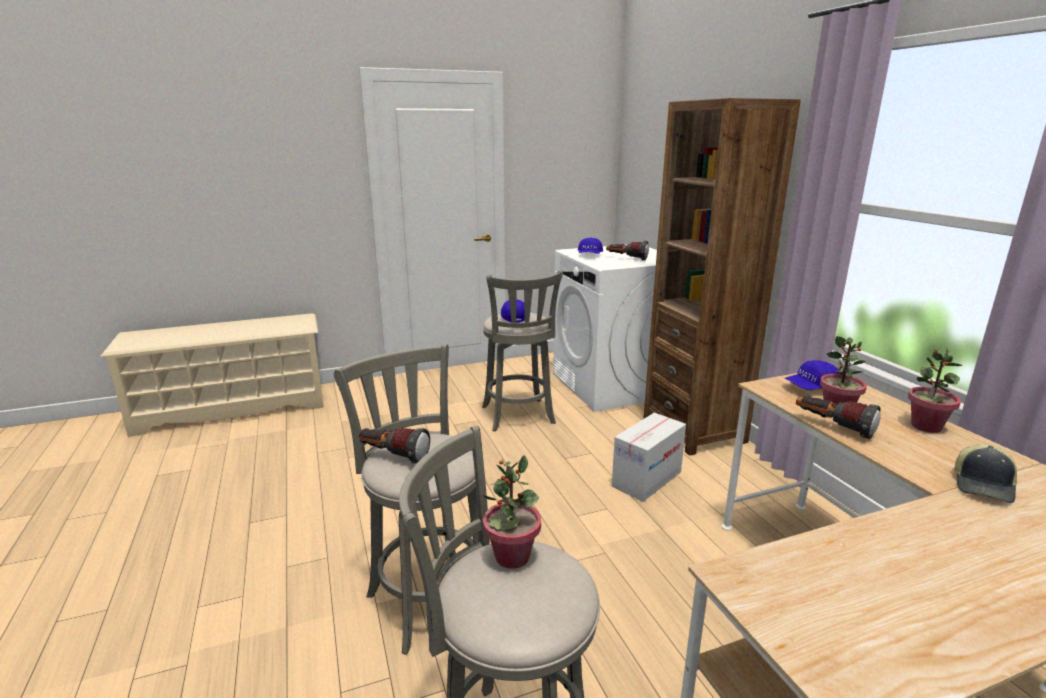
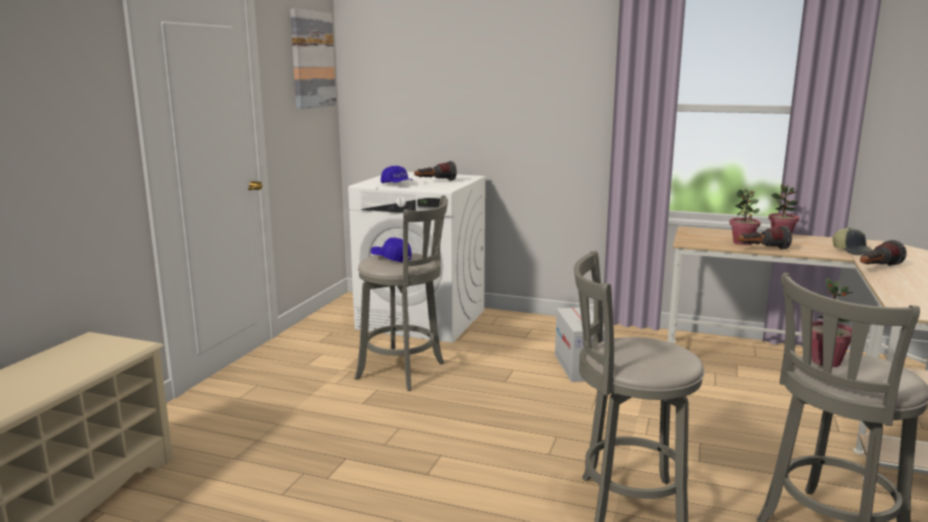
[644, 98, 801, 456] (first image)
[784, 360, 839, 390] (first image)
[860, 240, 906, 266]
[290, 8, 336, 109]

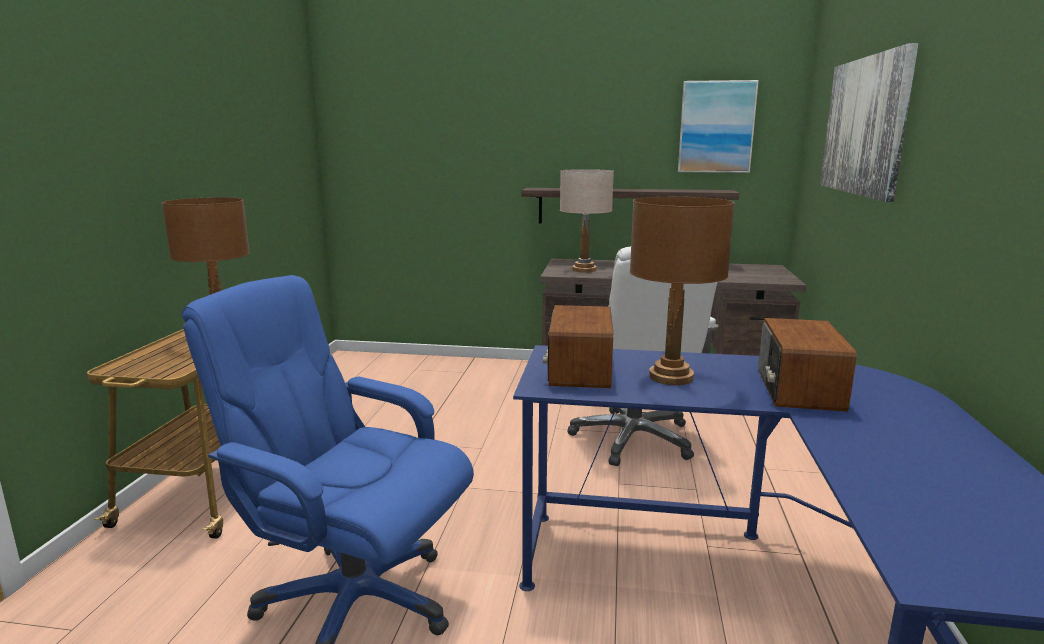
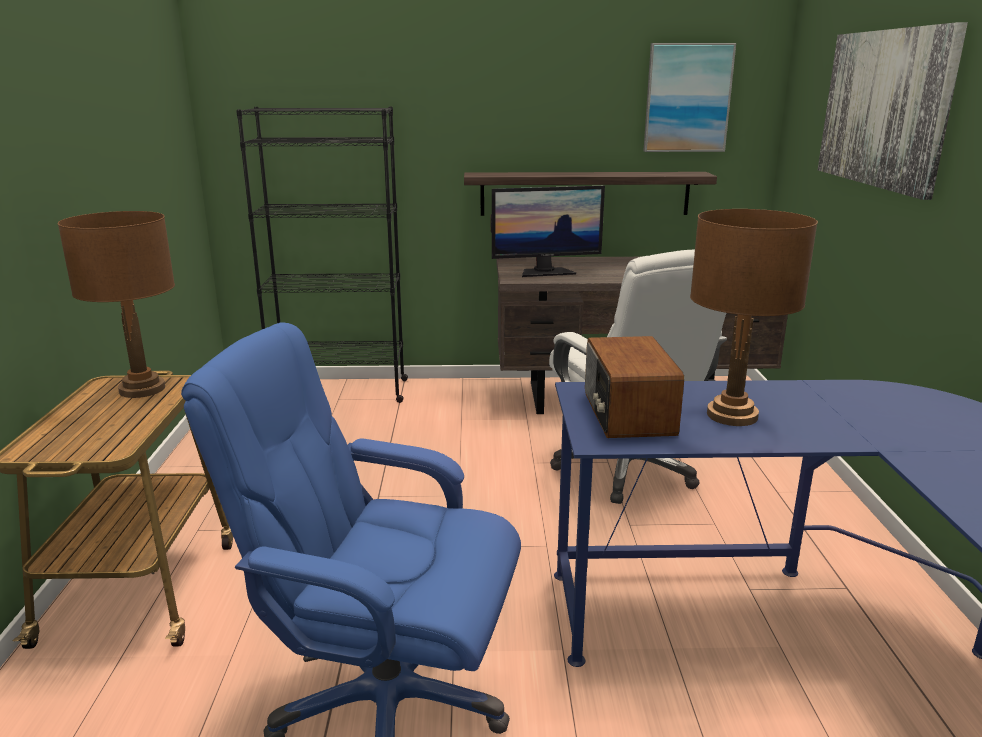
[491, 186, 605, 277]
[758, 318, 857, 412] (first image)
[236, 106, 408, 403]

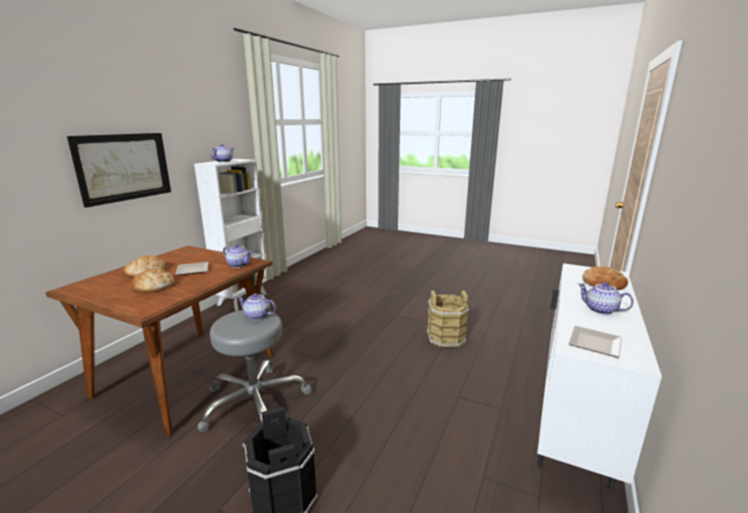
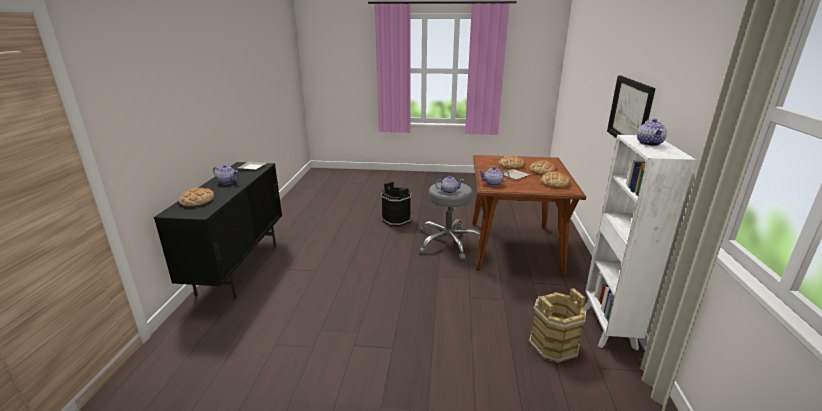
[154, 162, 282, 299]
[529, 288, 586, 363]
[540, 171, 571, 188]

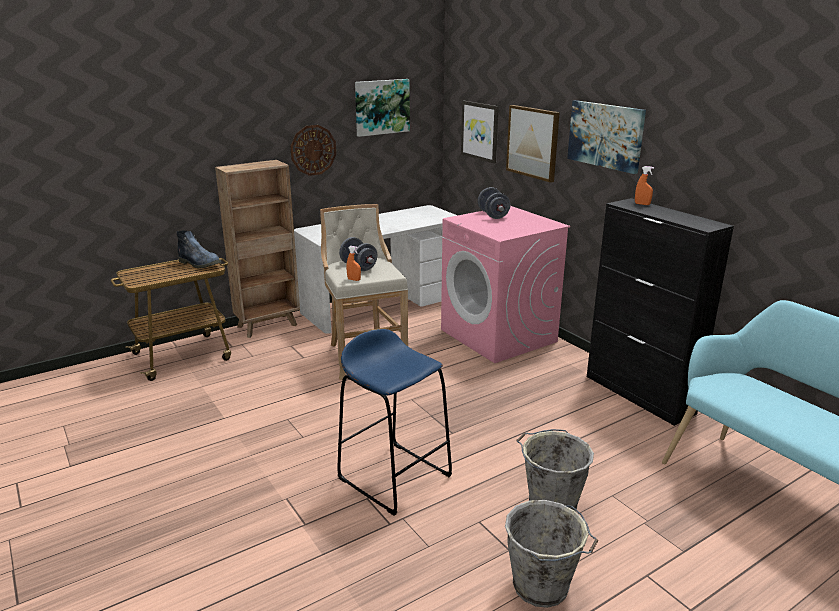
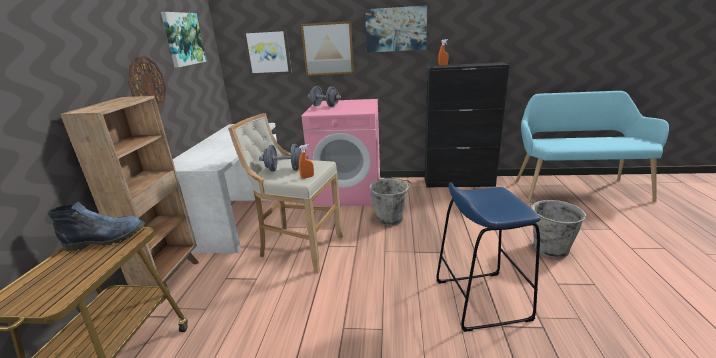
[369, 178, 412, 226]

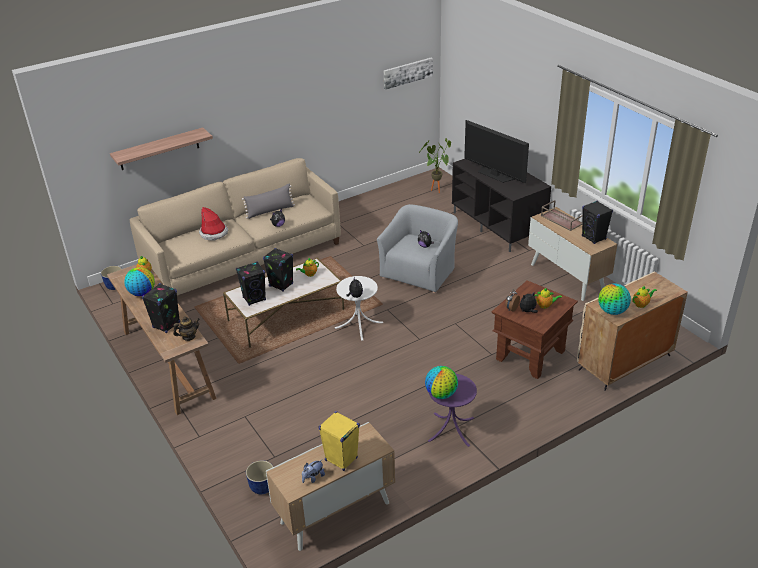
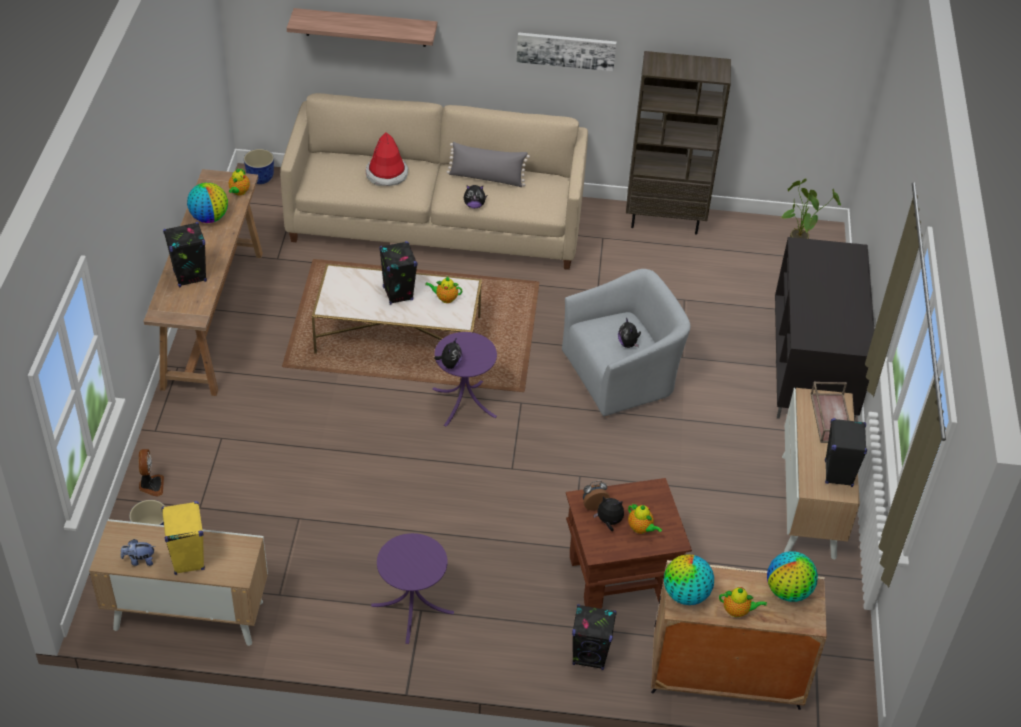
[516, 32, 616, 71]
[464, 120, 529, 183] (first image)
[572, 604, 617, 670]
[432, 332, 497, 427]
[173, 316, 200, 341] (first image)
[767, 551, 818, 602]
[626, 51, 731, 234]
[139, 449, 164, 497]

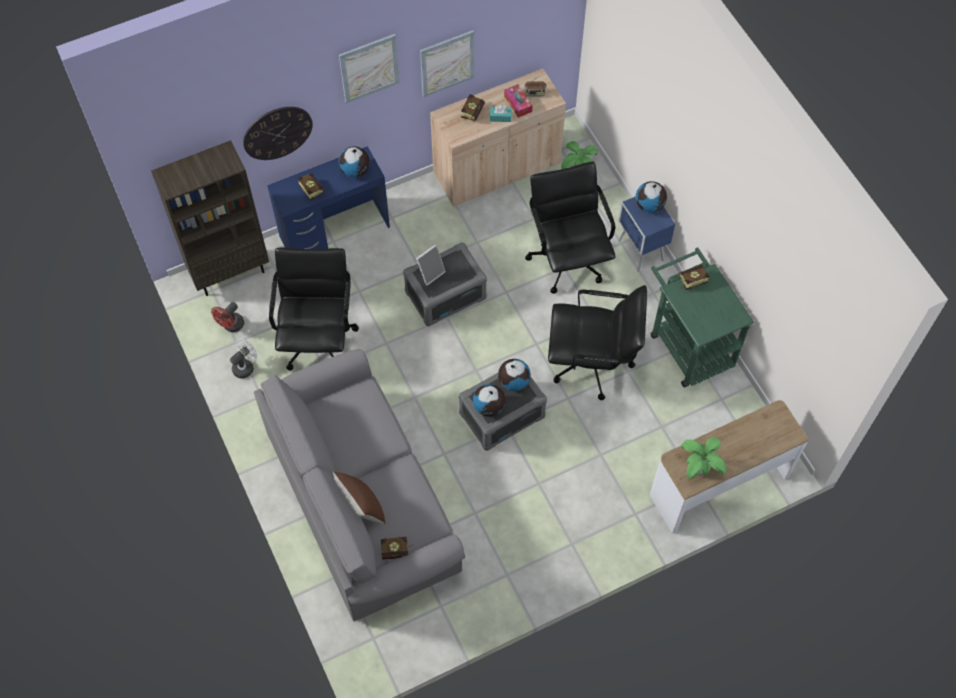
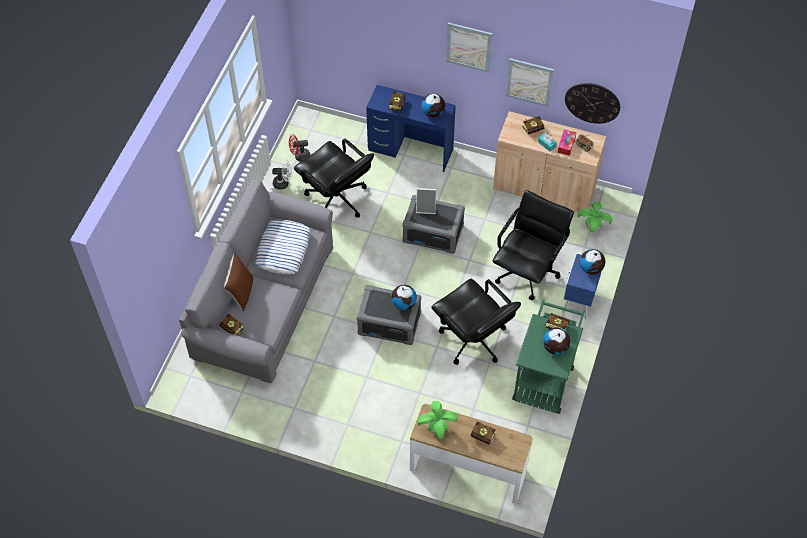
[565, 83, 620, 124]
[151, 140, 269, 296] (first image)
[294, 139, 374, 218]
[543, 328, 570, 355]
[255, 220, 311, 274]
[471, 421, 499, 444]

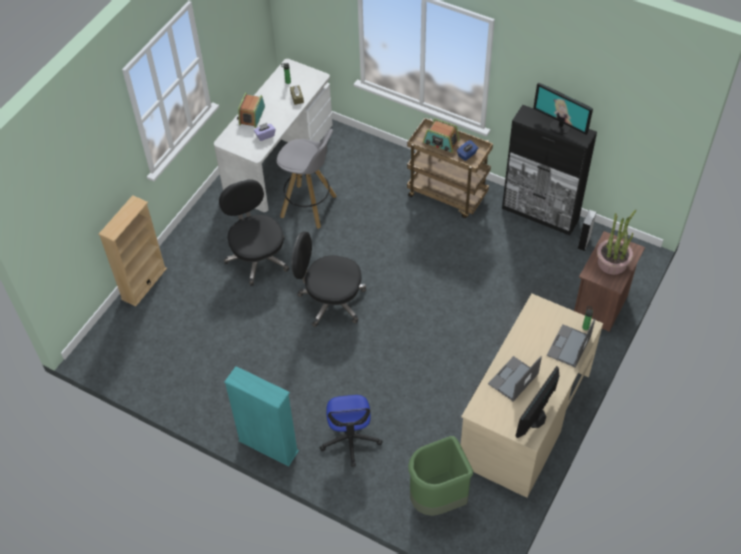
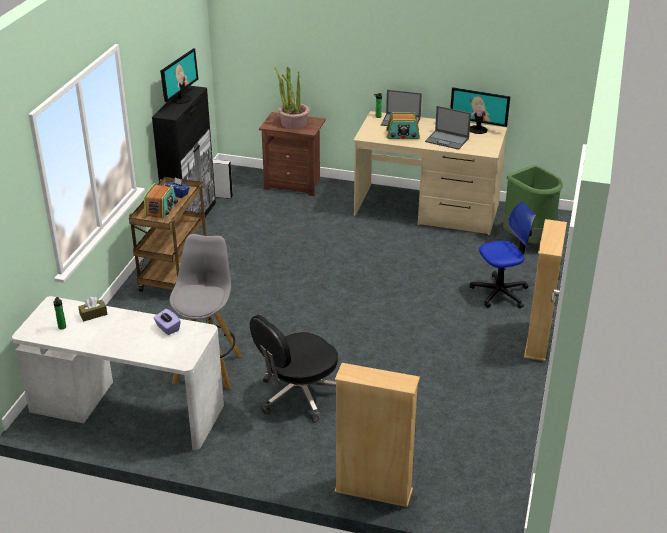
[386, 112, 420, 139]
[291, 231, 366, 327] (first image)
[524, 219, 567, 361]

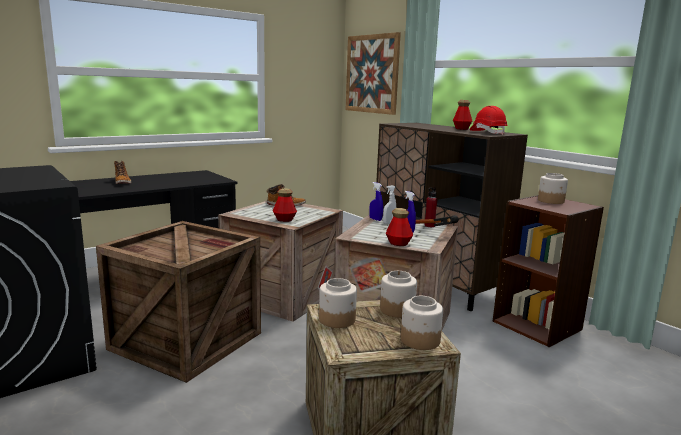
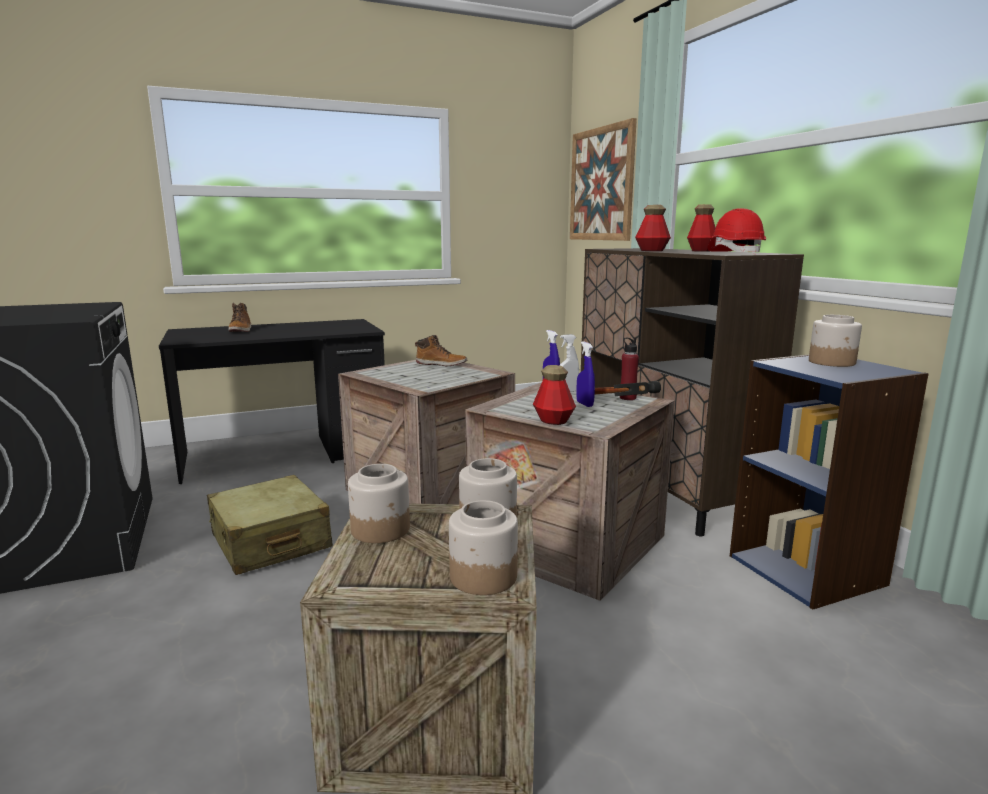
[635, 205, 671, 251]
[730, 355, 929, 609]
[207, 475, 333, 575]

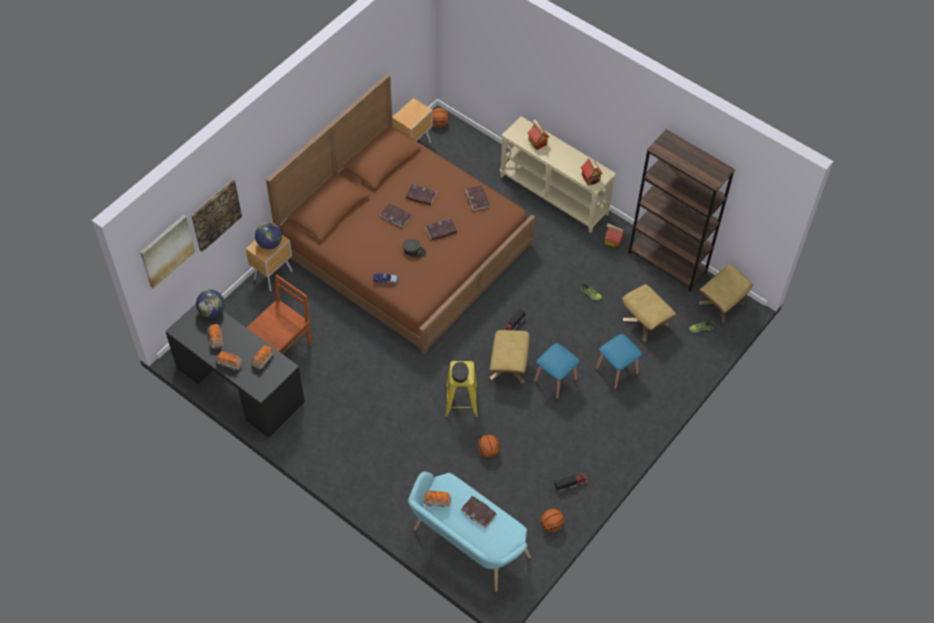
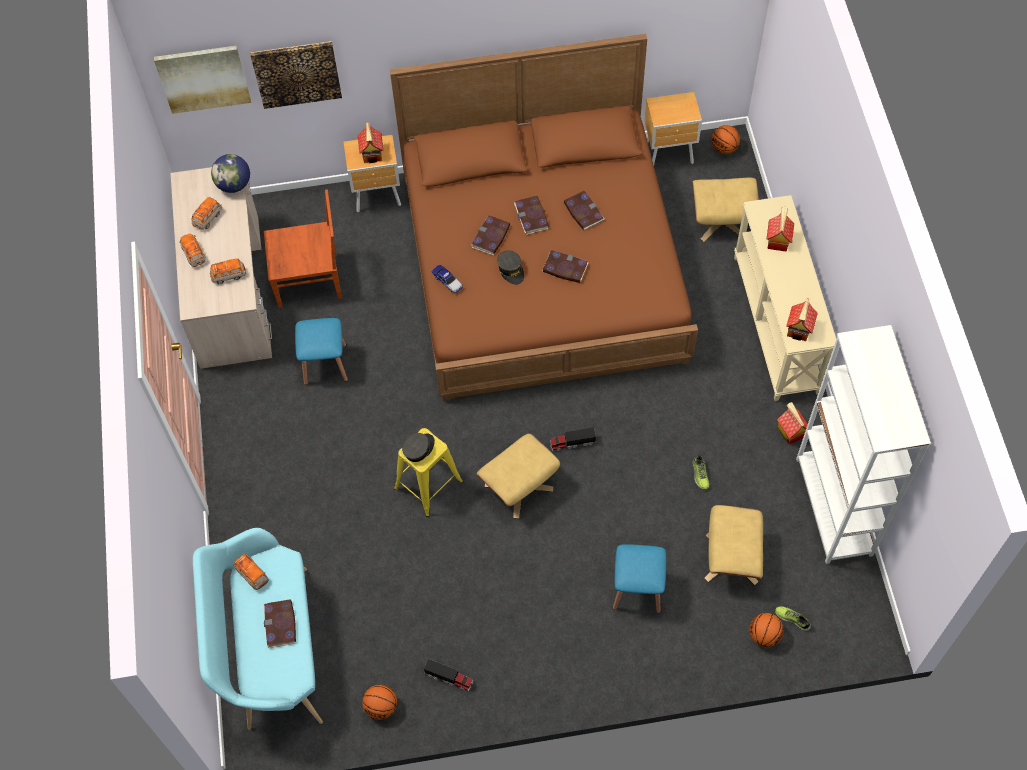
[796, 325, 931, 564]
[471, 215, 510, 255]
[358, 121, 383, 163]
[692, 177, 759, 242]
[170, 167, 272, 369]
[295, 318, 348, 385]
[749, 613, 784, 647]

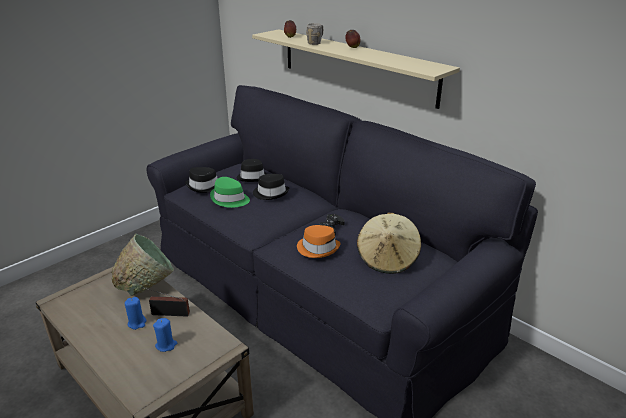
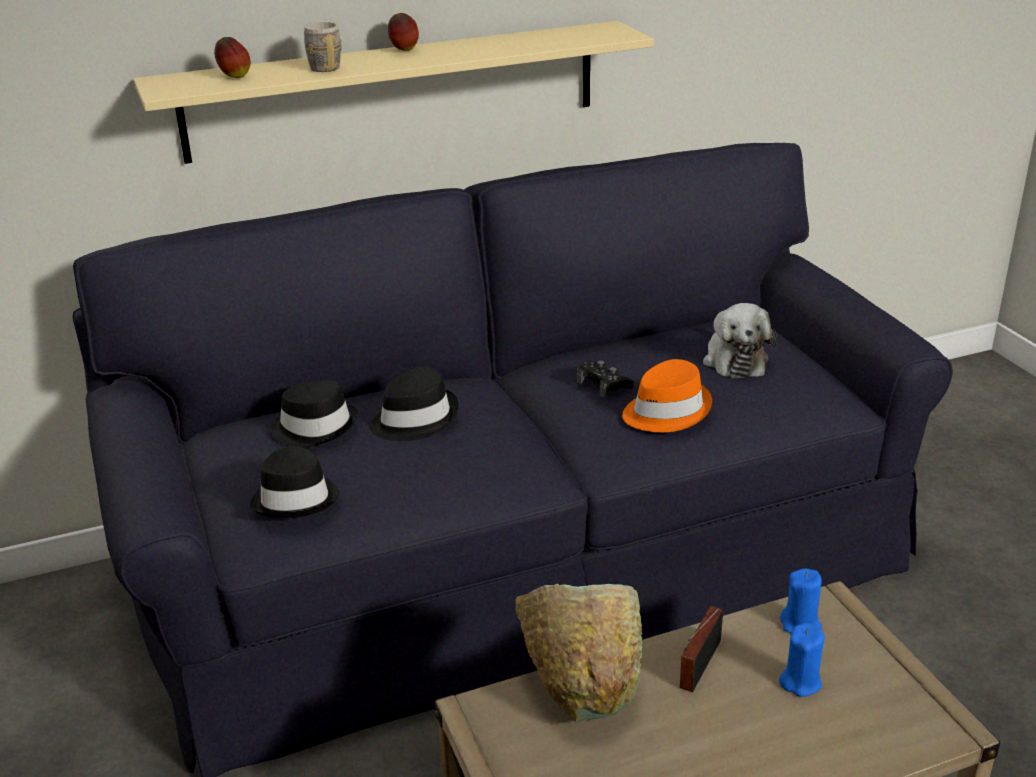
[210, 177, 250, 208] (first image)
[703, 303, 777, 378]
[780, 568, 822, 633]

